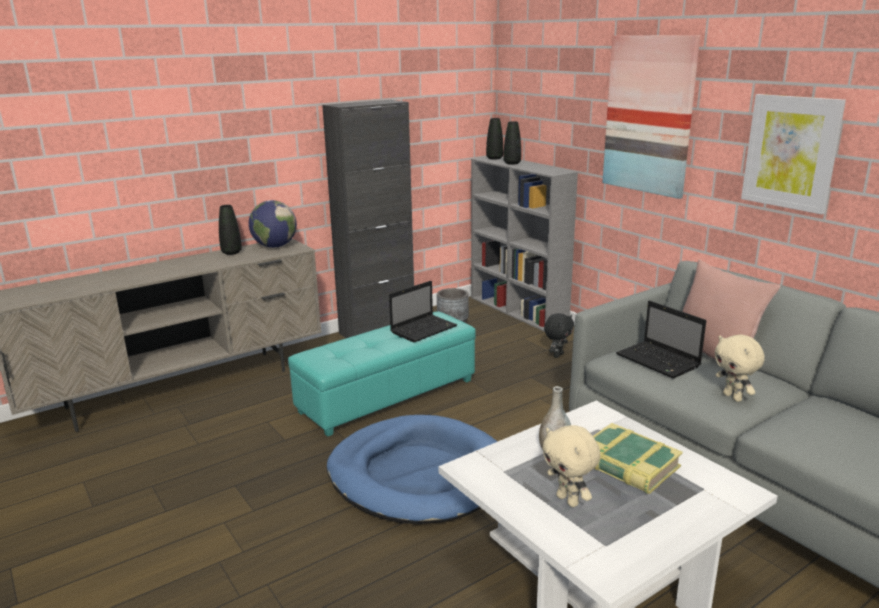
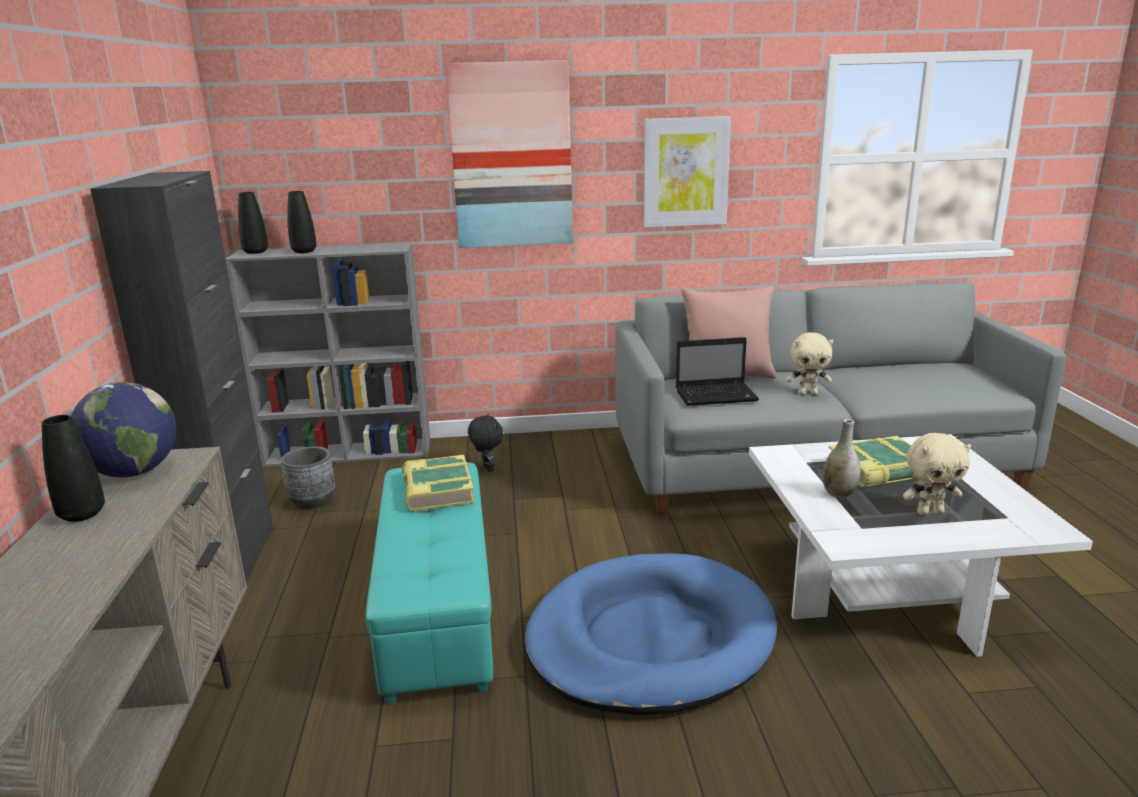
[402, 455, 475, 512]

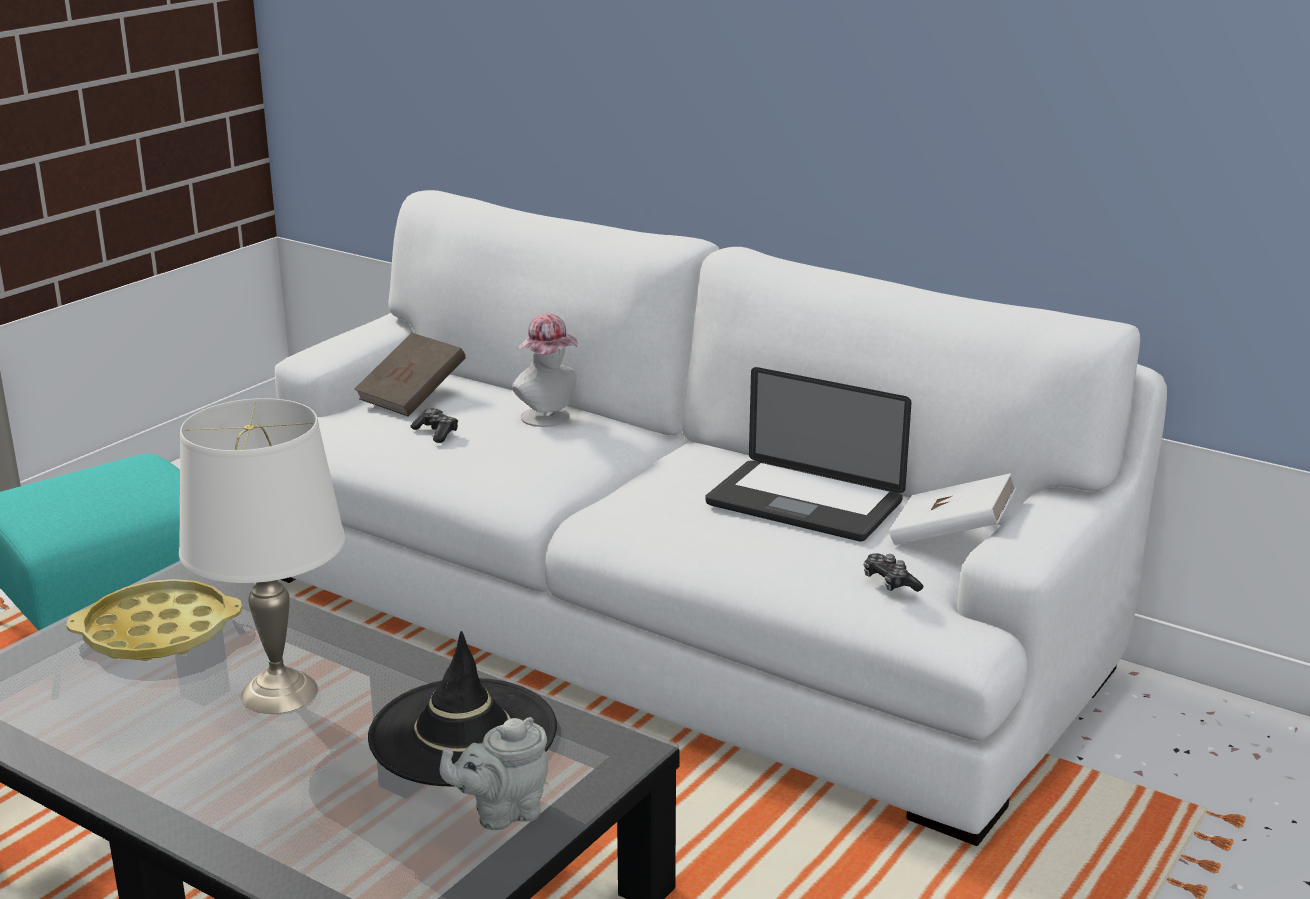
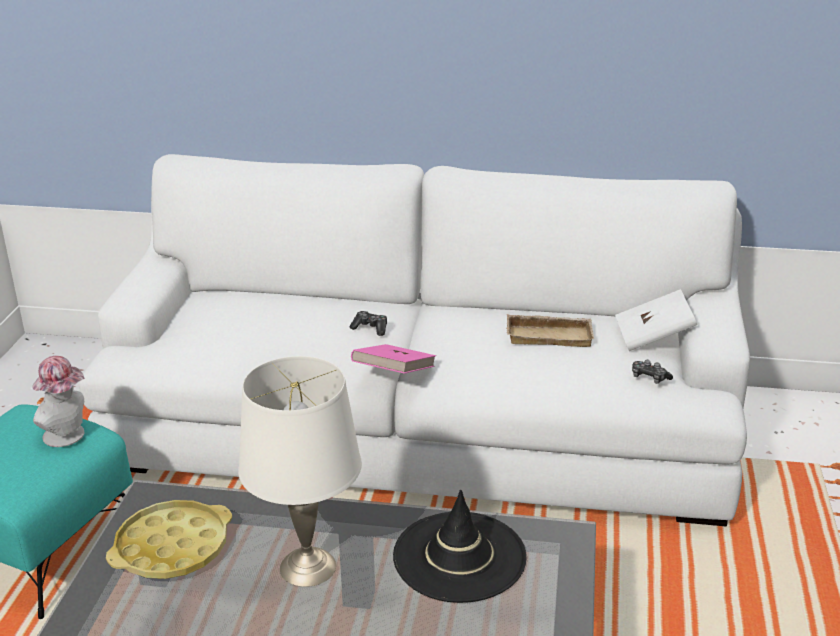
[32, 356, 85, 447]
[354, 333, 466, 417] (first image)
[506, 314, 594, 347]
[350, 311, 387, 336]
[440, 717, 548, 830] (first image)
[351, 344, 436, 374]

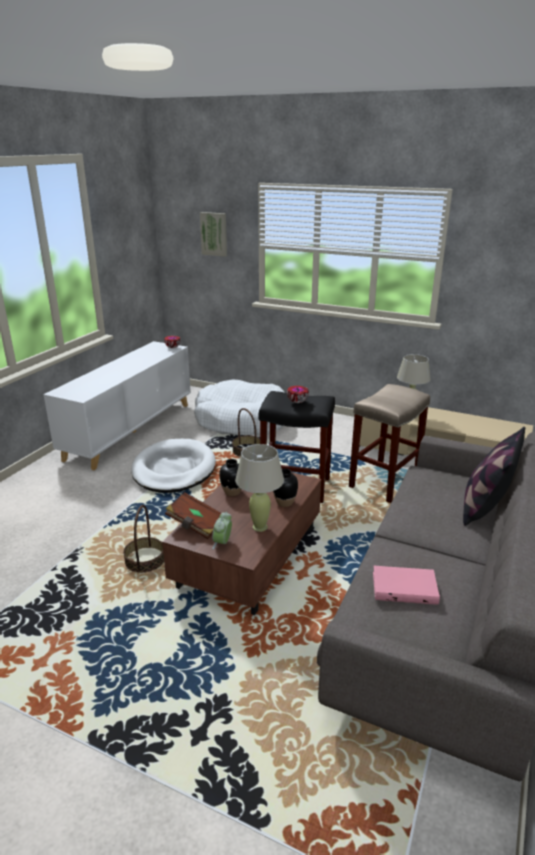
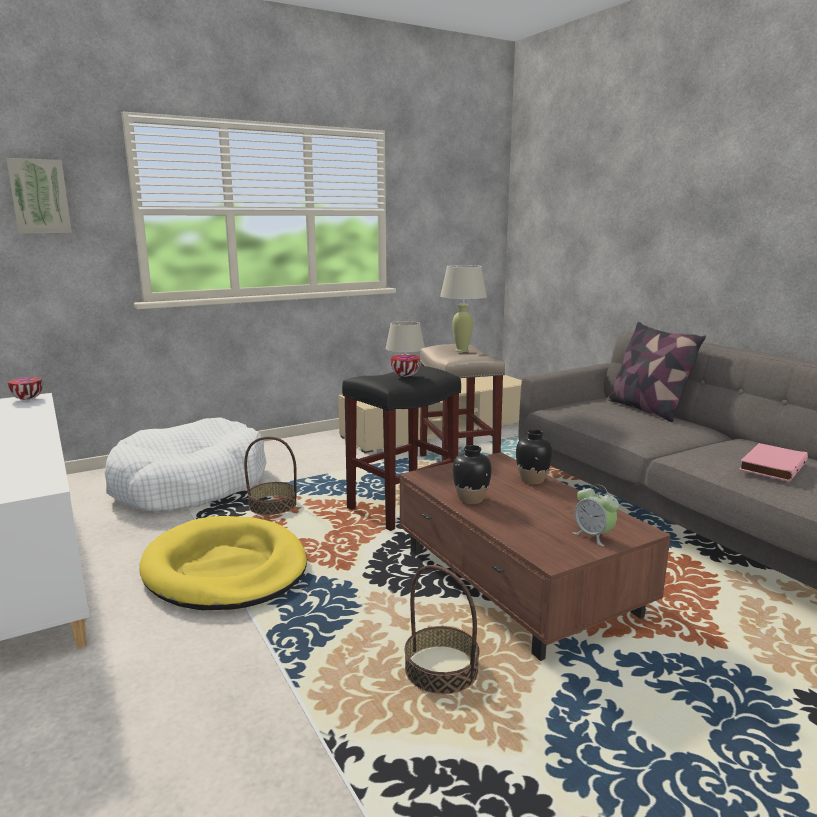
[139, 516, 307, 610]
[440, 265, 487, 352]
[165, 492, 221, 539] (first image)

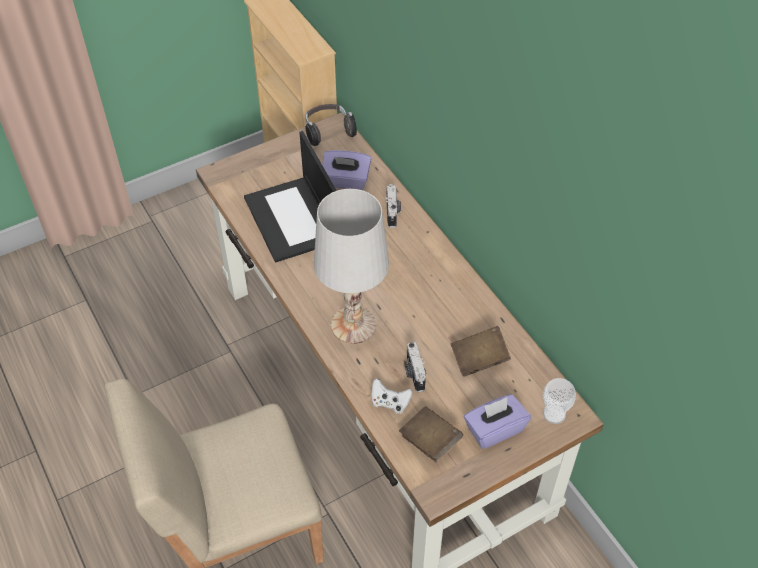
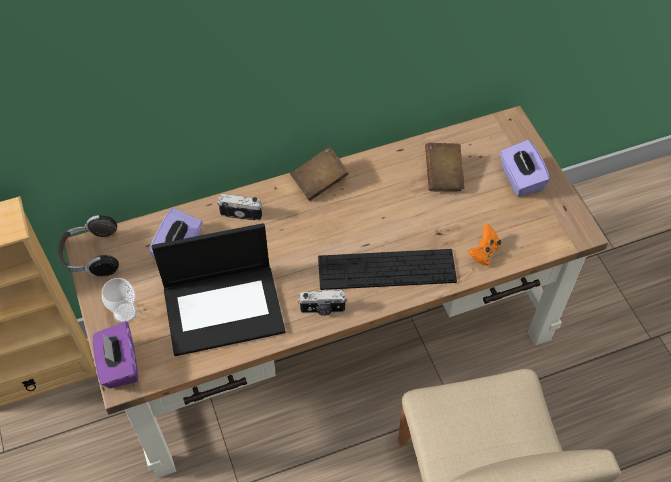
[318, 249, 457, 290]
[298, 289, 347, 316]
[468, 224, 502, 266]
[102, 278, 137, 323]
[290, 146, 349, 201]
[93, 322, 138, 388]

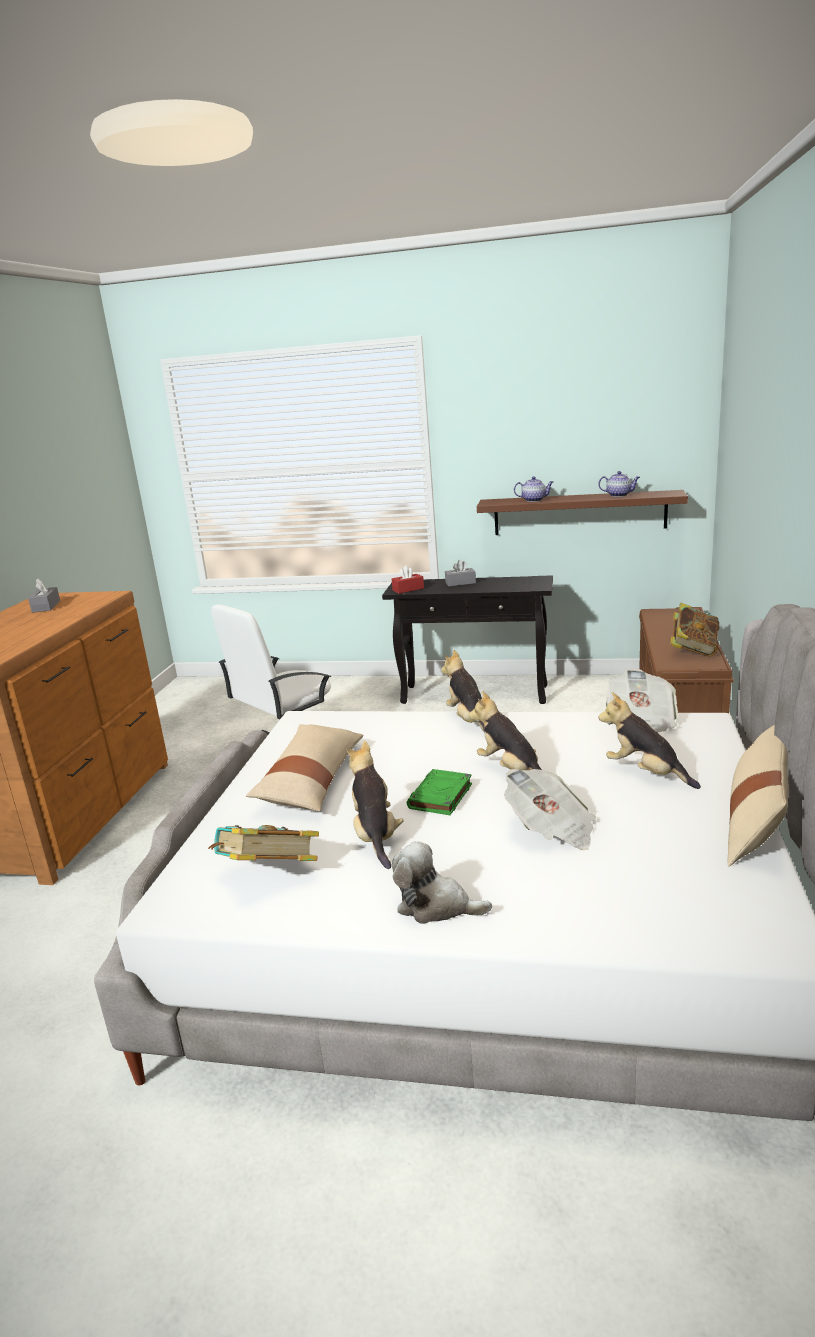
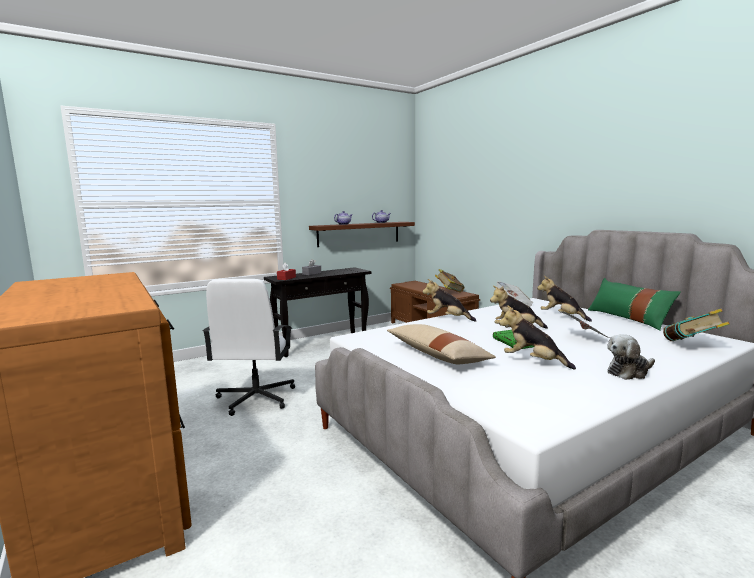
[28, 578, 60, 613] (first image)
[537, 276, 592, 322]
[588, 278, 681, 331]
[663, 309, 730, 341]

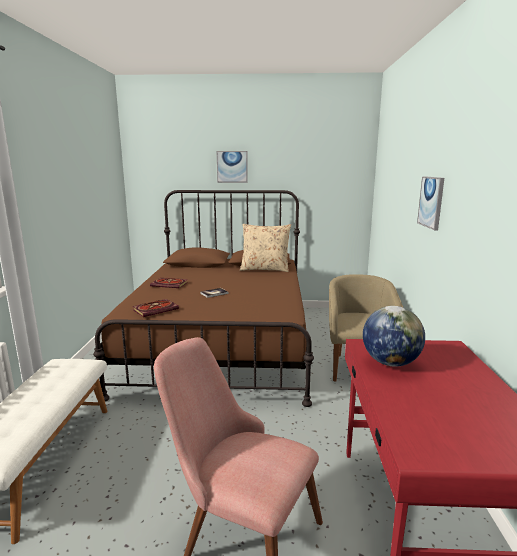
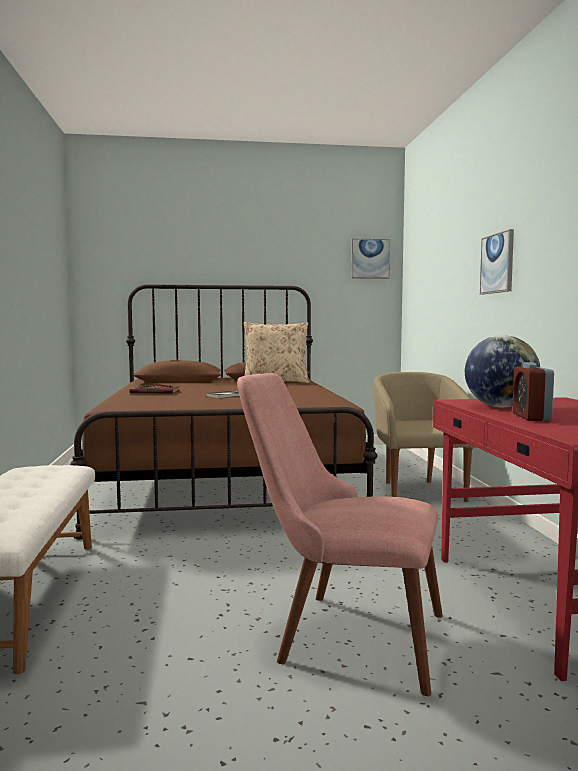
[351, 238, 390, 279]
[132, 299, 179, 317] (first image)
[512, 362, 554, 421]

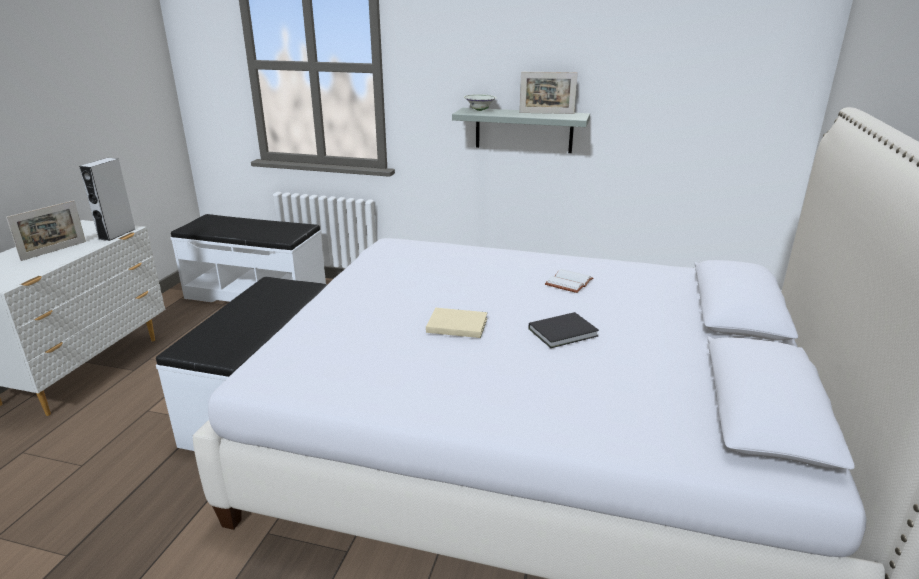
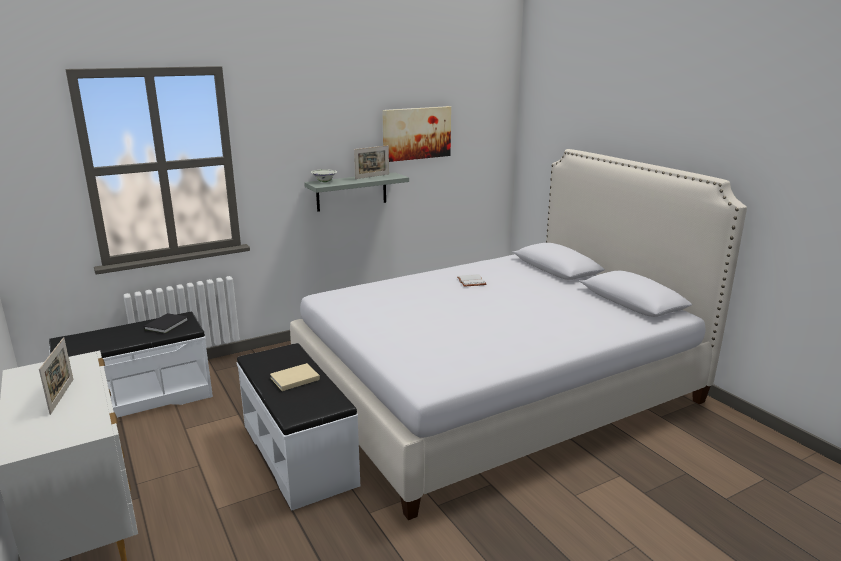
[79, 158, 135, 241] (first image)
[270, 363, 320, 391]
[144, 313, 188, 334]
[382, 106, 451, 162]

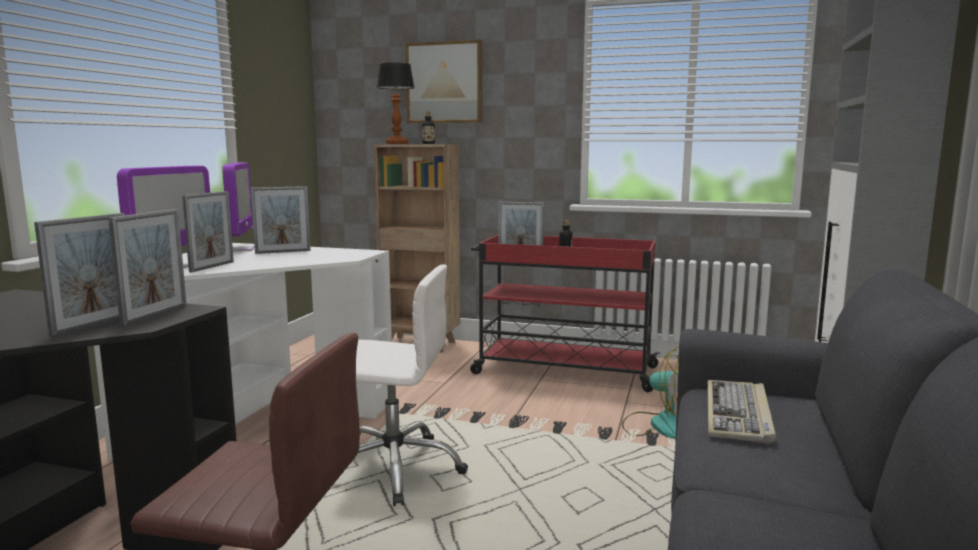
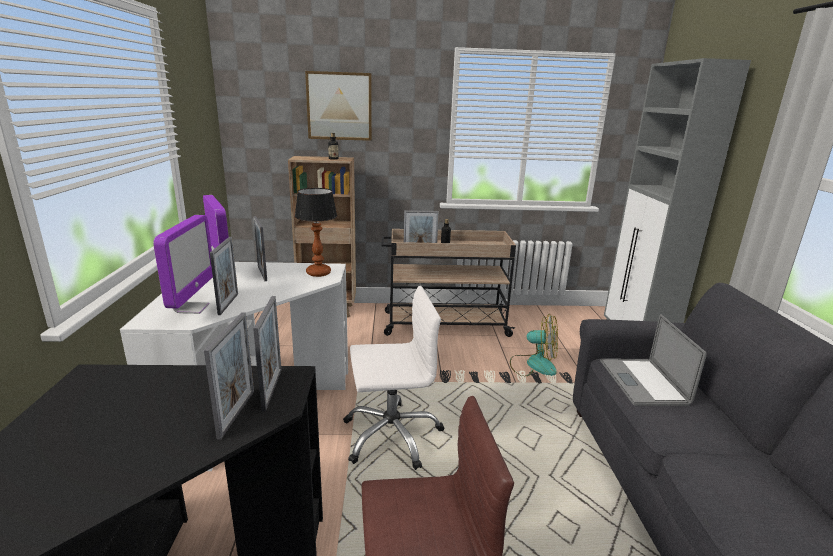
[295, 188, 337, 277]
[253, 216, 267, 281]
[381, 229, 516, 337]
[600, 314, 707, 406]

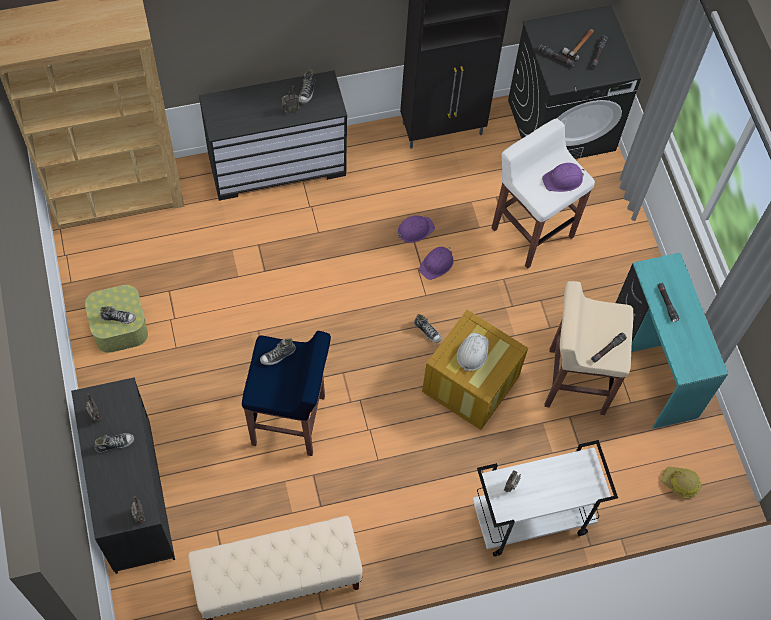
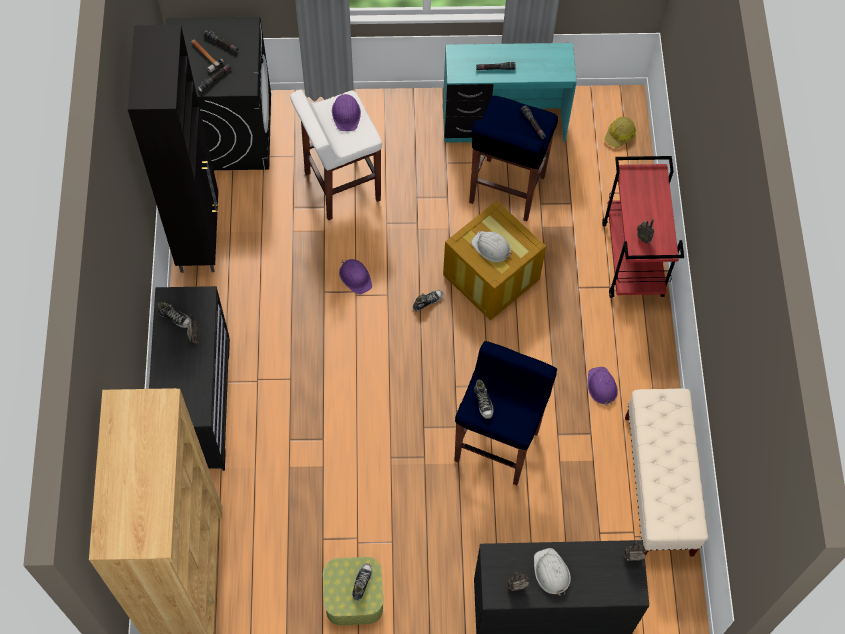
[588, 367, 618, 406]
[469, 96, 558, 221]
[534, 548, 571, 596]
[602, 156, 684, 298]

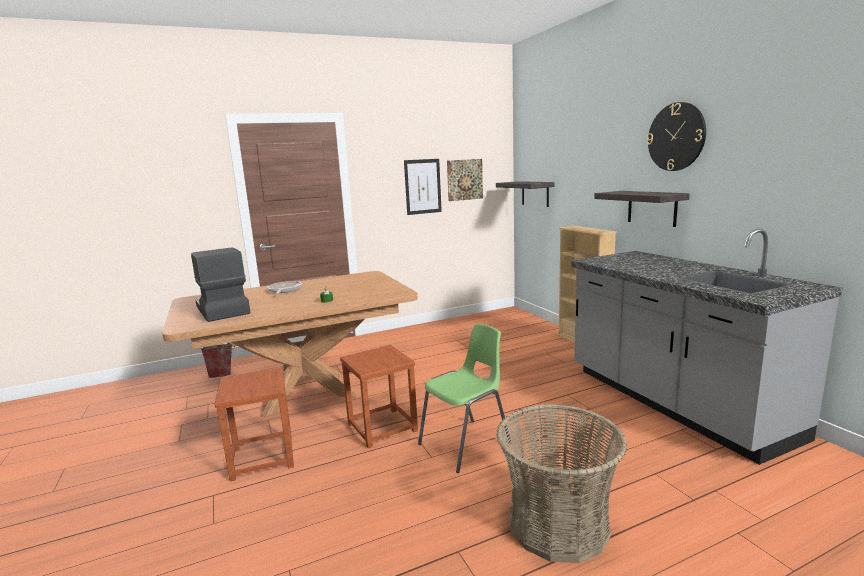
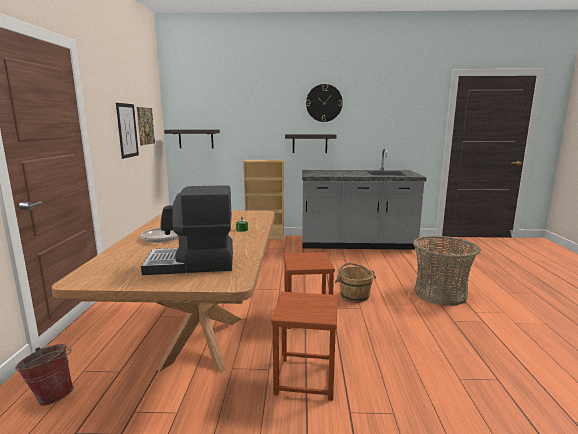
[335, 263, 376, 302]

